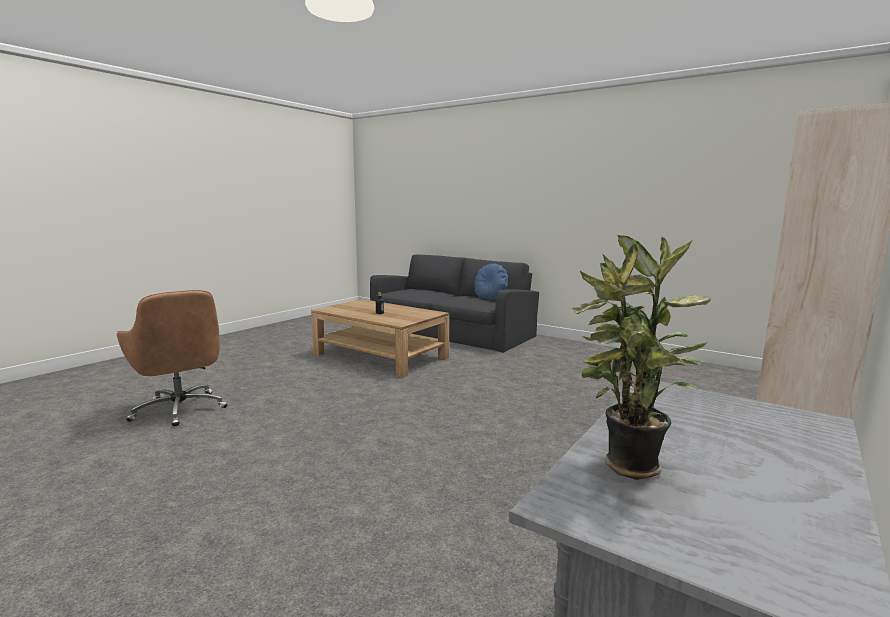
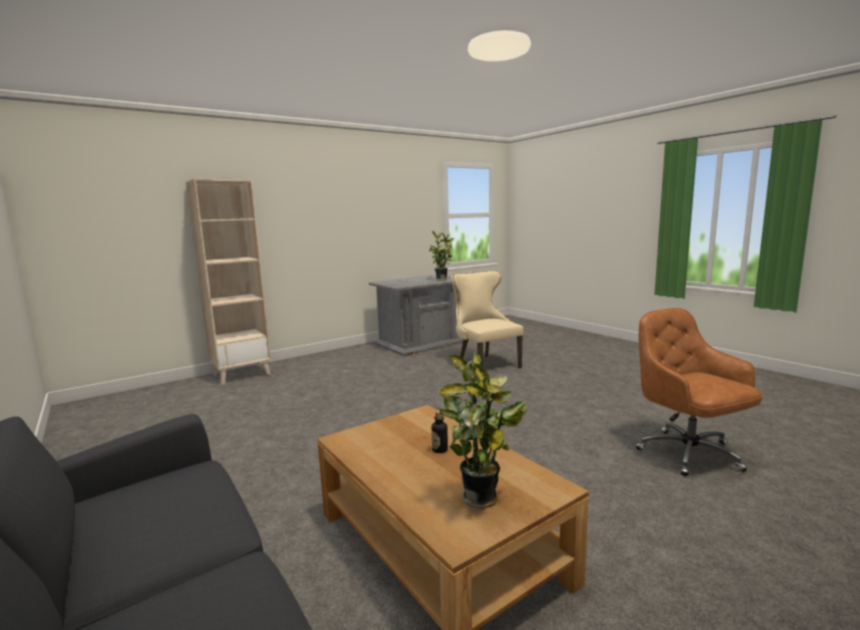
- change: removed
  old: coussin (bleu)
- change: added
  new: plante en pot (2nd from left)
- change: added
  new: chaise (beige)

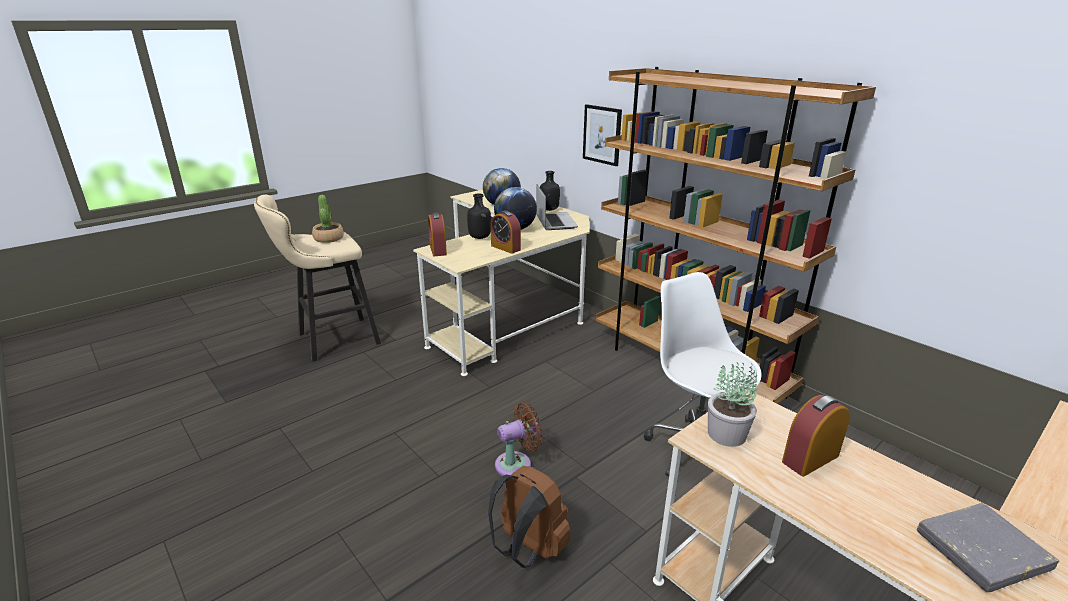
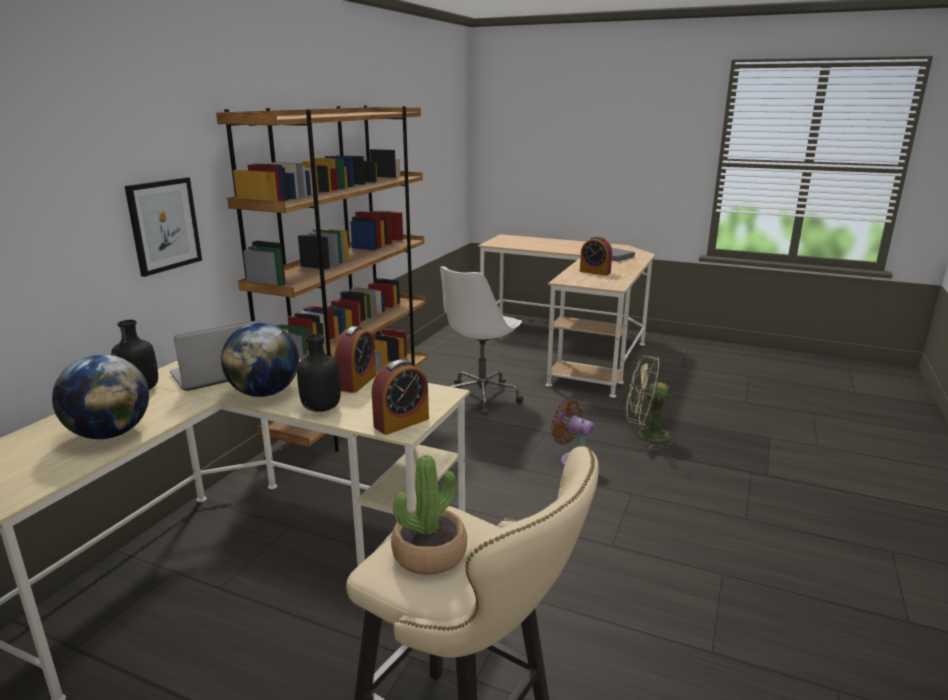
- change: removed
  old: plante en pot (2nd from left)
- change: replaced
  old: sac à dos (marron)
  new: ventilateur (vert)

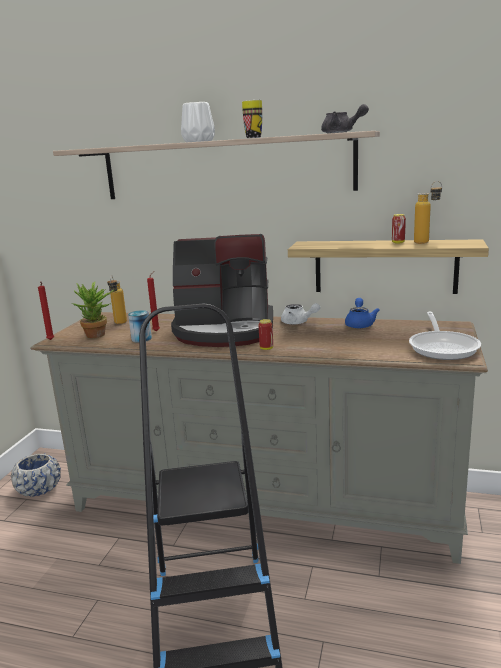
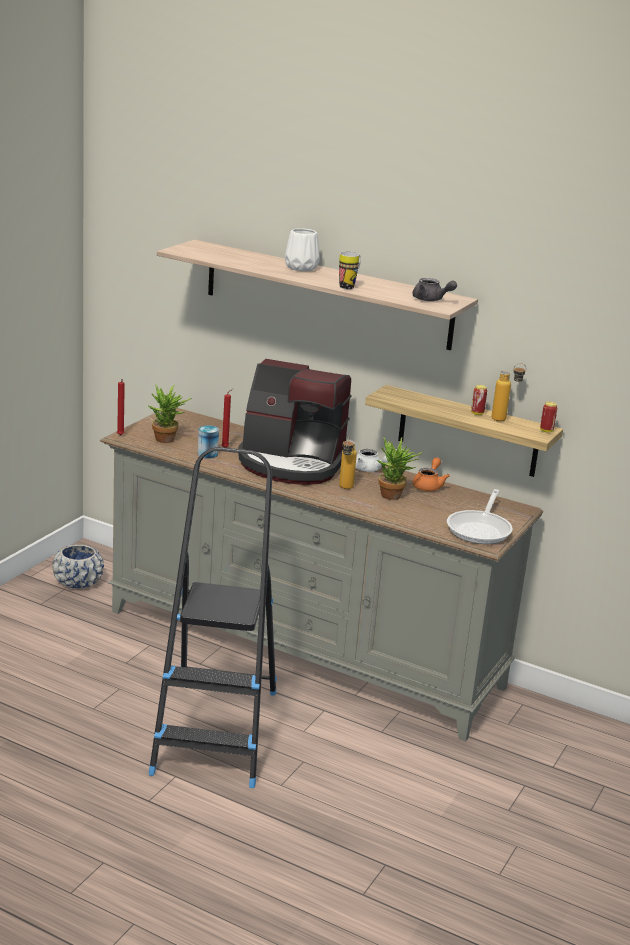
- change: added
  new: plante en pot (2nd from left)
- change: moved
  old: bouteille (1st from left)
- change: moved
  old: boîte métallique (2nd from left in the first image)
  new: boîte métallique (3rd from left)
- change: recoloured
  old: théière (bleu)
  new: théière (orange)

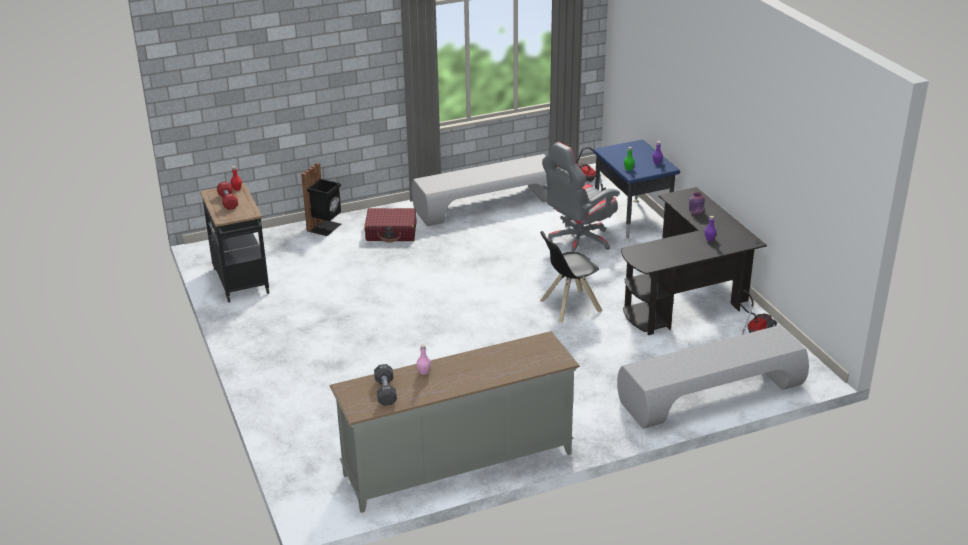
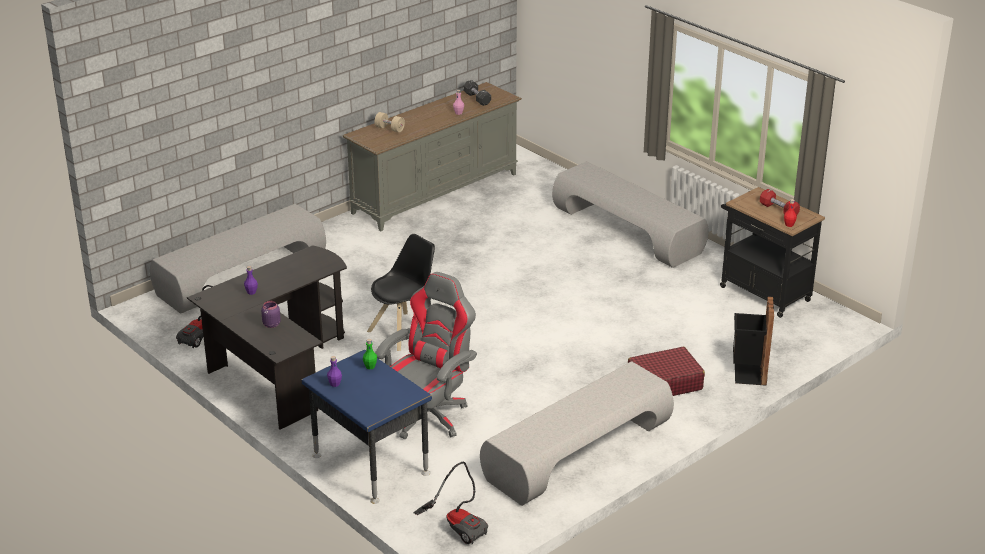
- change: added
  new: haltère (beige)
- change: added
  new: banc (gris) (3rd from left)

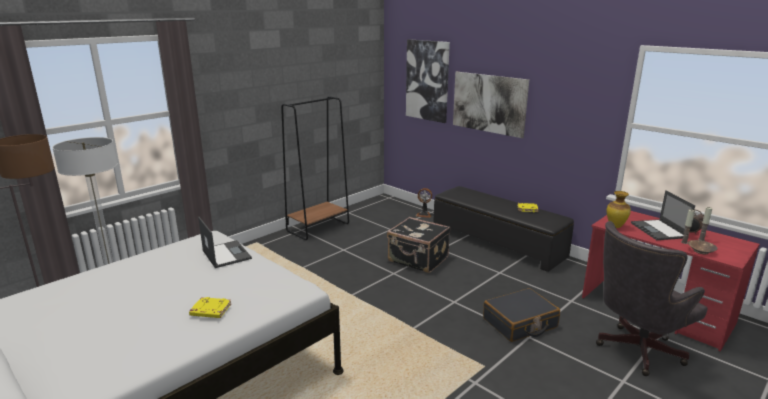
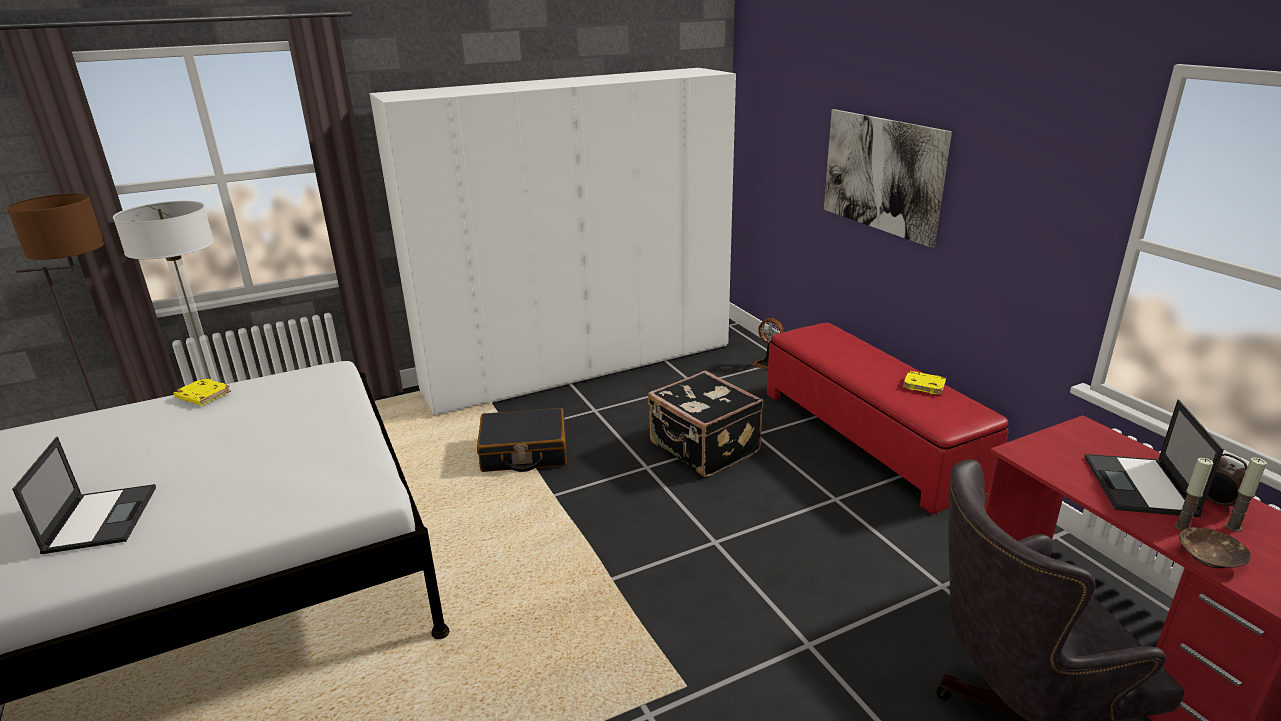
- change: removed
  old: tableau (1st from left)
- change: removed
  old: vase
- change: moved
  old: livre (jaune) (1st from left)
- change: moved
  old: ordinateur portable (1st from left)
- change: moved
  old: valise (noir) (2nd from left in the first image)
  new: valise (noir) (1st from left)
- change: replaced
  old: portant
  new: armoire (blanc)
- change: recoloured
  old: banc (noir)
  new: banc (rouge)

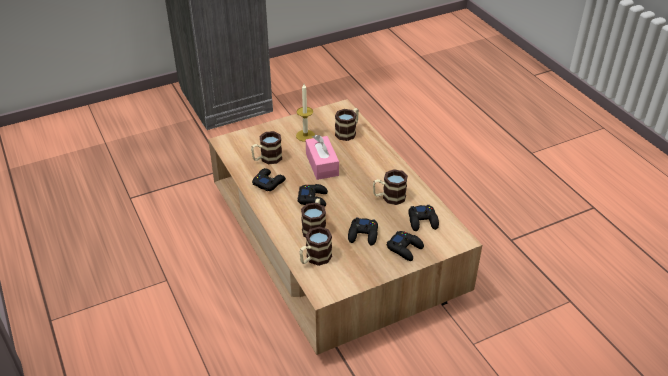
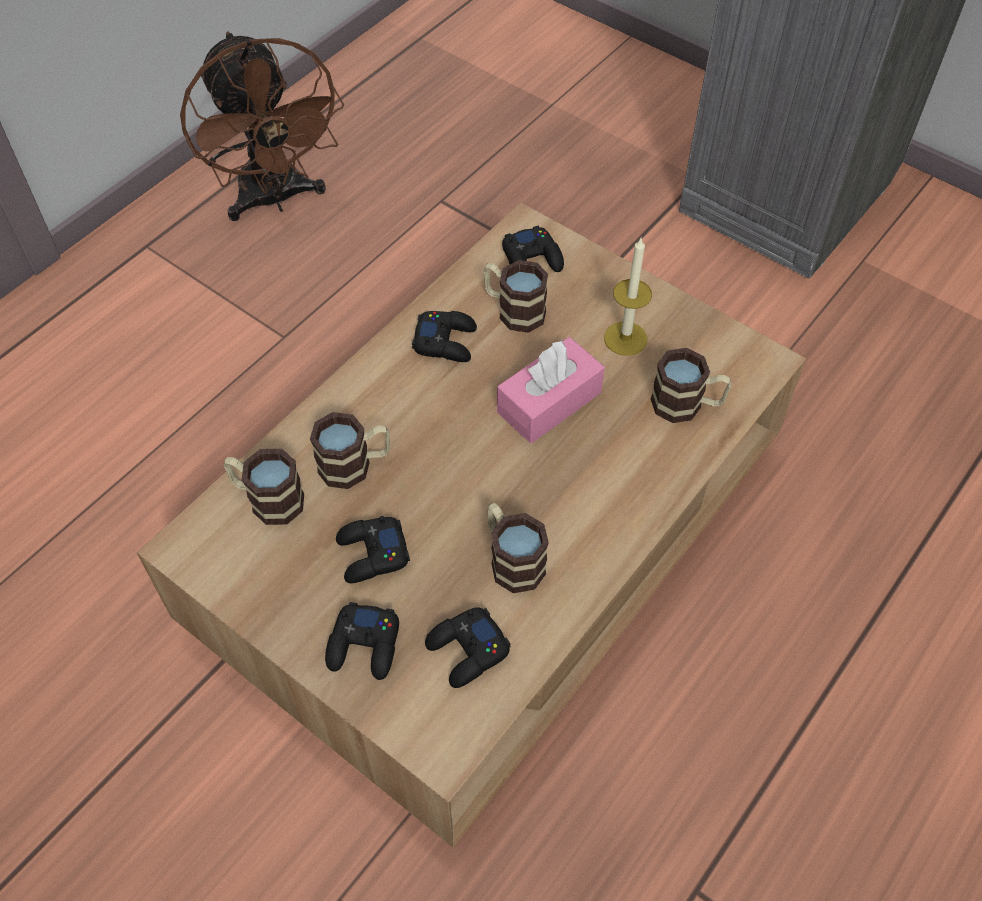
- change: added
  new: ventilateur (marron)
- change: moved
  old: manette (noir) (2nd from left in the first image)
  new: manette (noir) (5th from left)

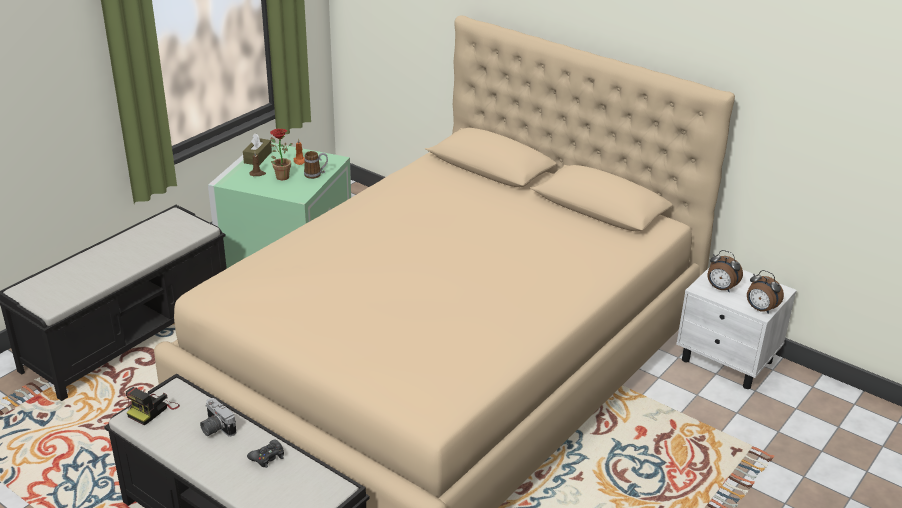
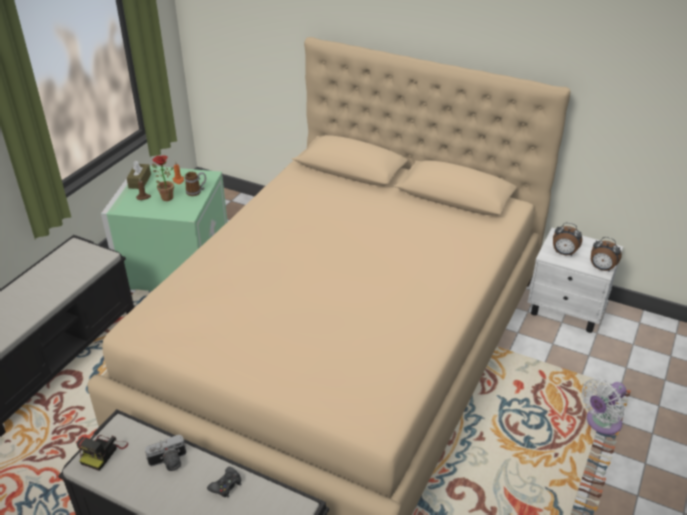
- change: added
  new: ventilateur (blanc)
- change: turned
  old: appareil photo (2nd from left)
  degrees: -60

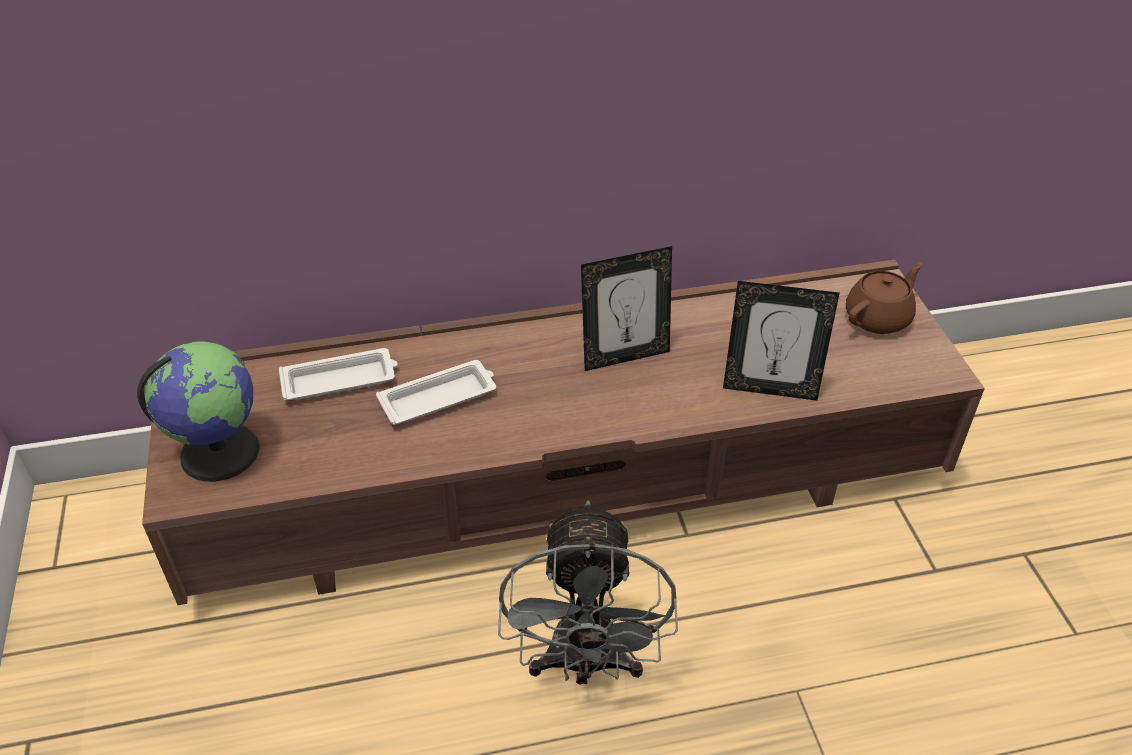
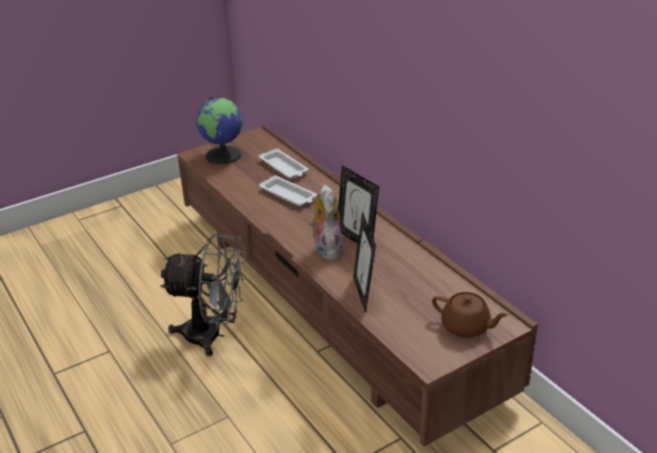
- change: added
  new: peluche
- change: turned
  old: ventilateur (gris)
  degrees: -150

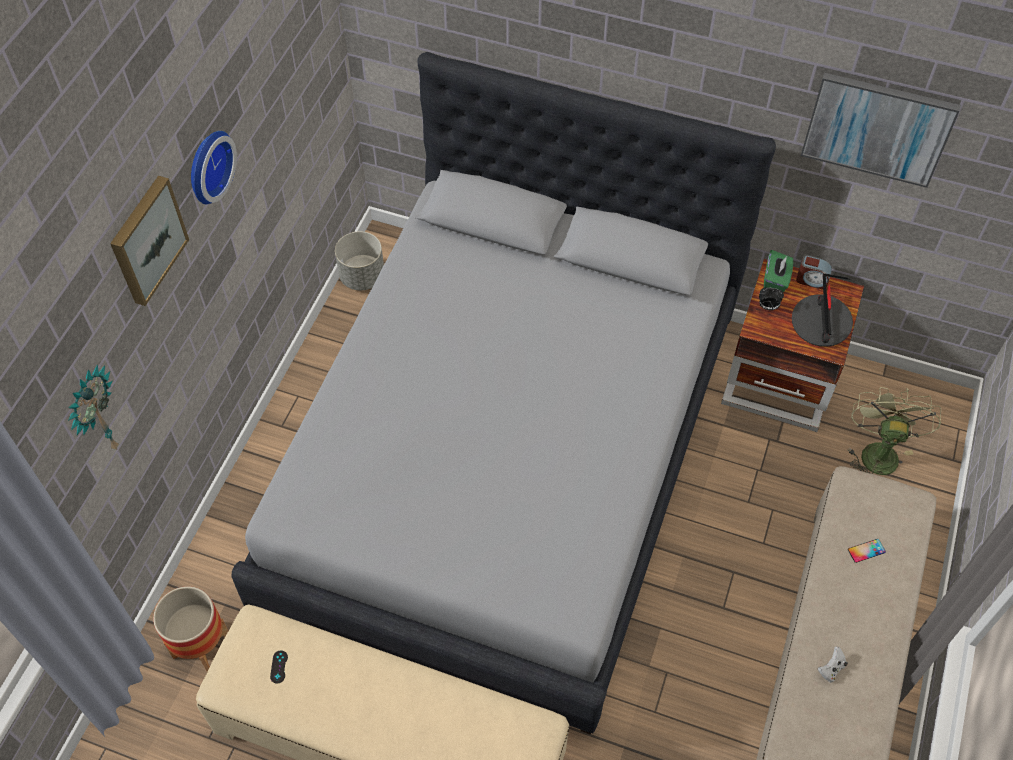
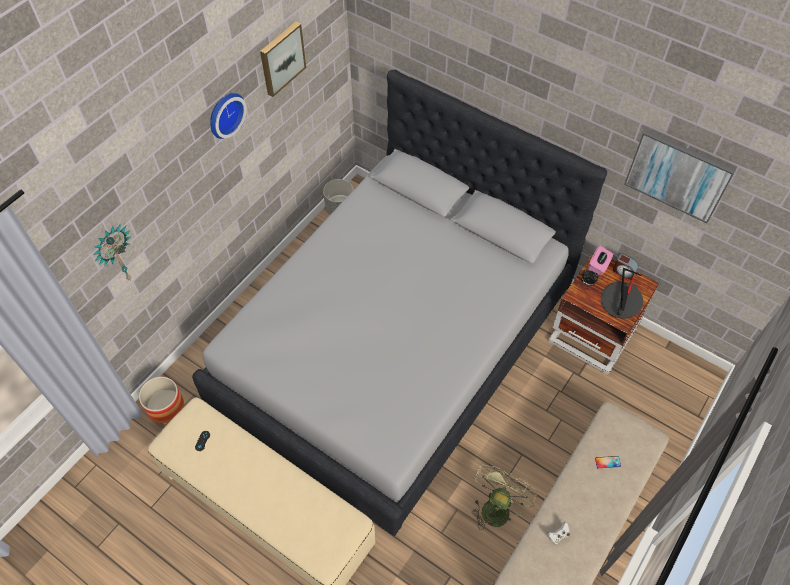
- change: moved
  old: tableau (1st from left)
- change: moved
  old: ventilateur (vert)
- change: recoloured
  old: boîte à mouchoirs (vert)
  new: boîte à mouchoirs (rose)

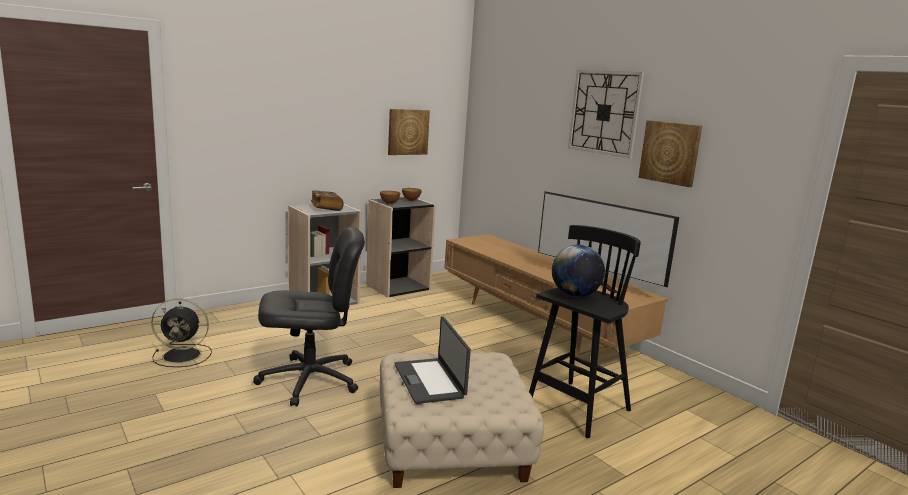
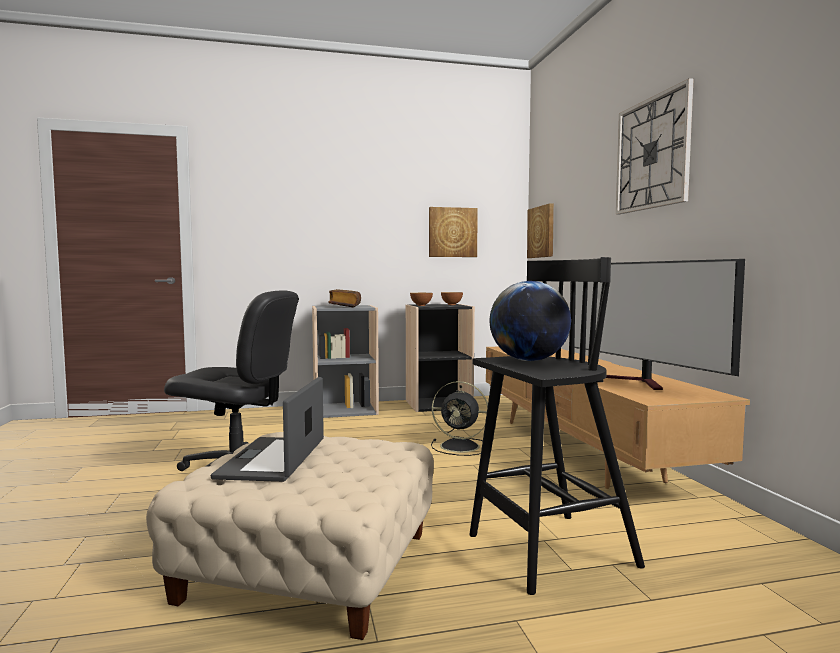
- change: moved
  old: ventilateur (noir)
- change: moved
  old: tableau (2nd from left)

